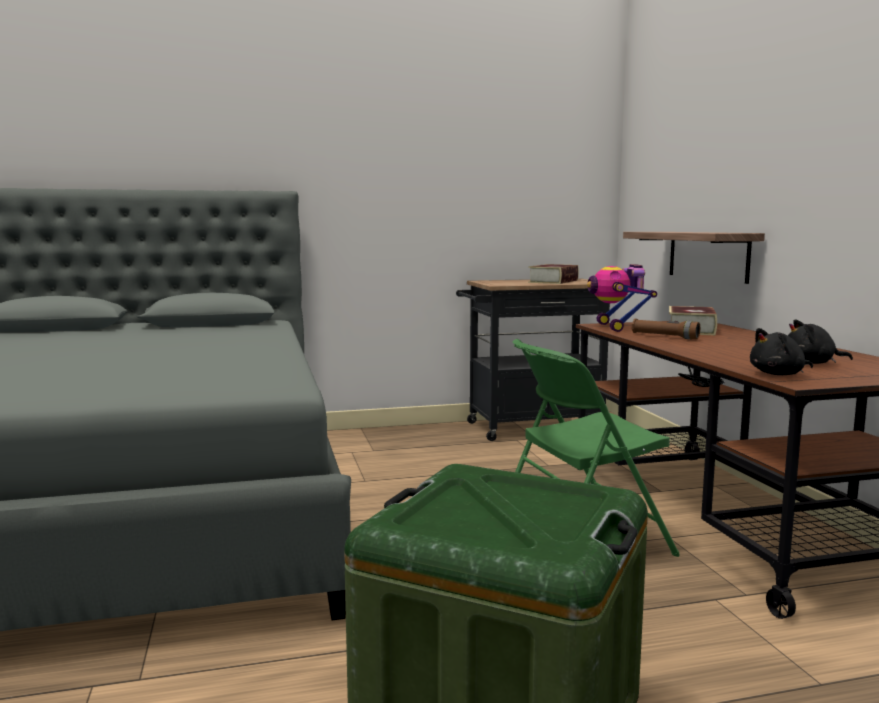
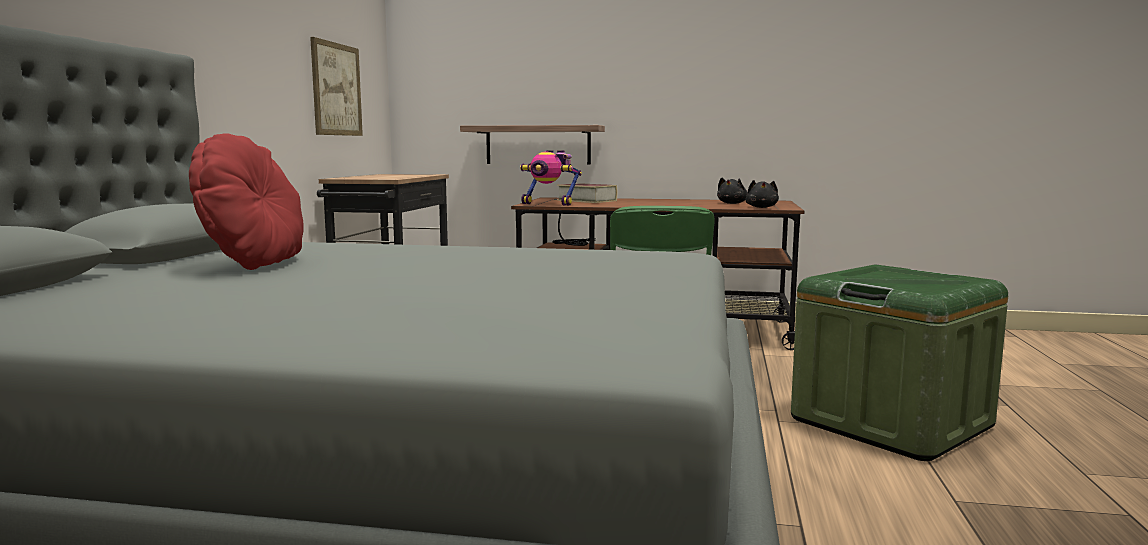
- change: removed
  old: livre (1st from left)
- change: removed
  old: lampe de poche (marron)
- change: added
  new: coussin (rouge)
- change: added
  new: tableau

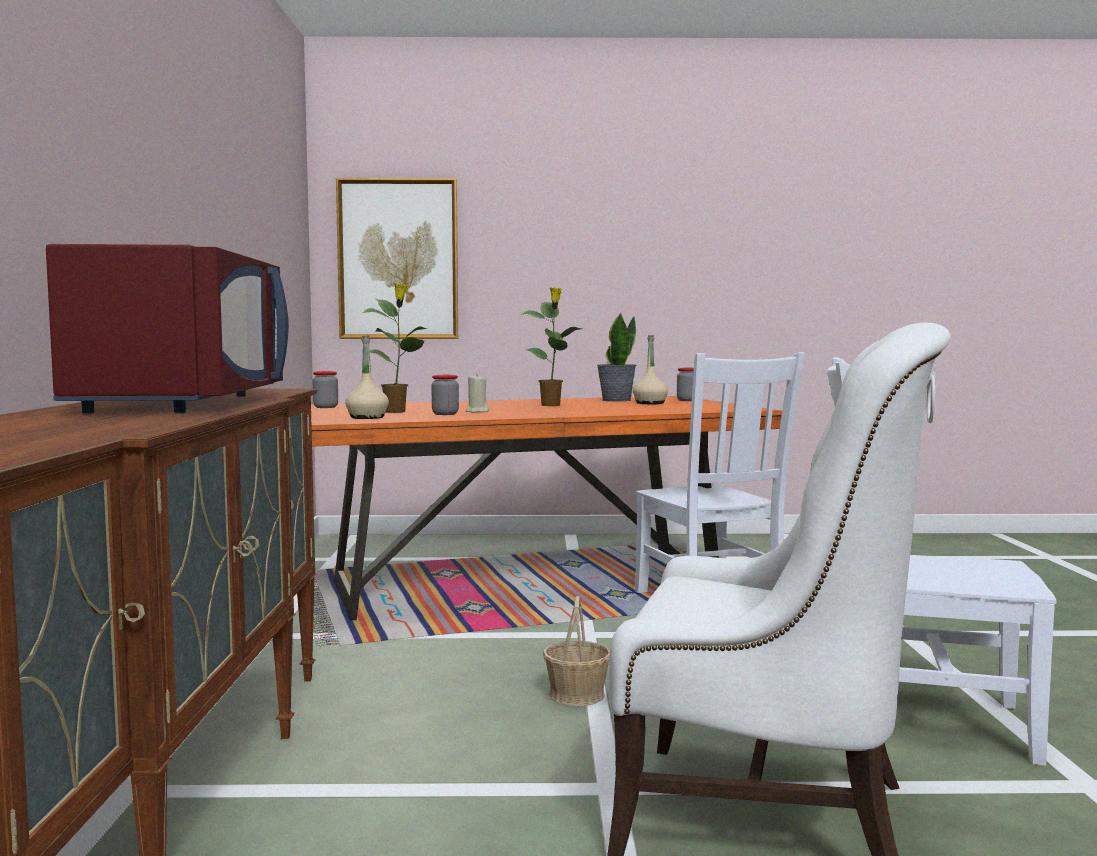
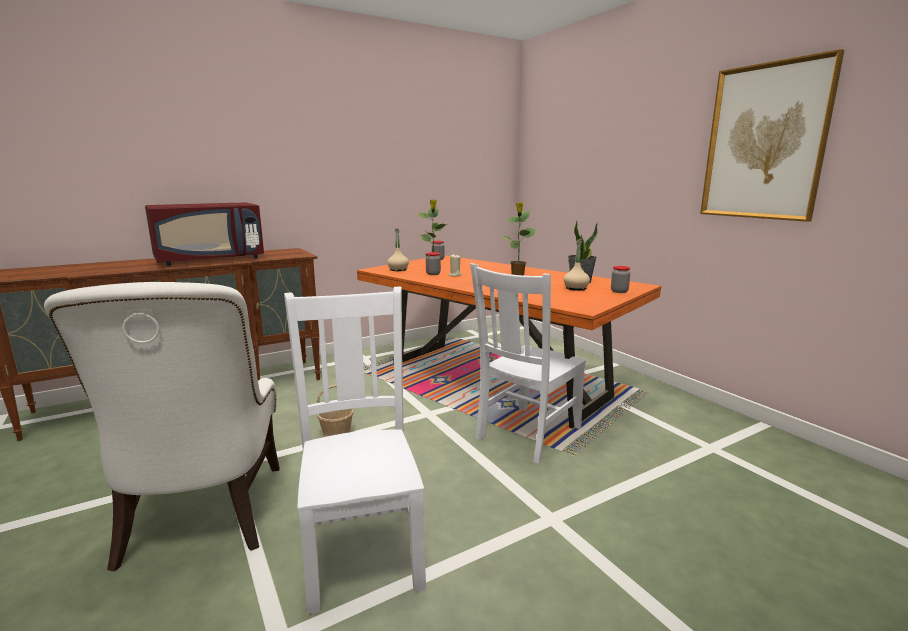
- change: moved
  old: tableau

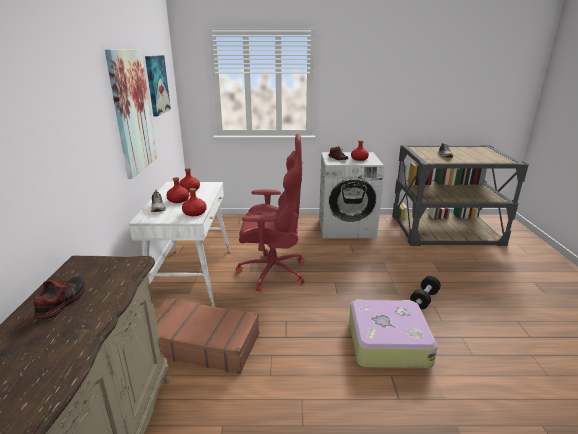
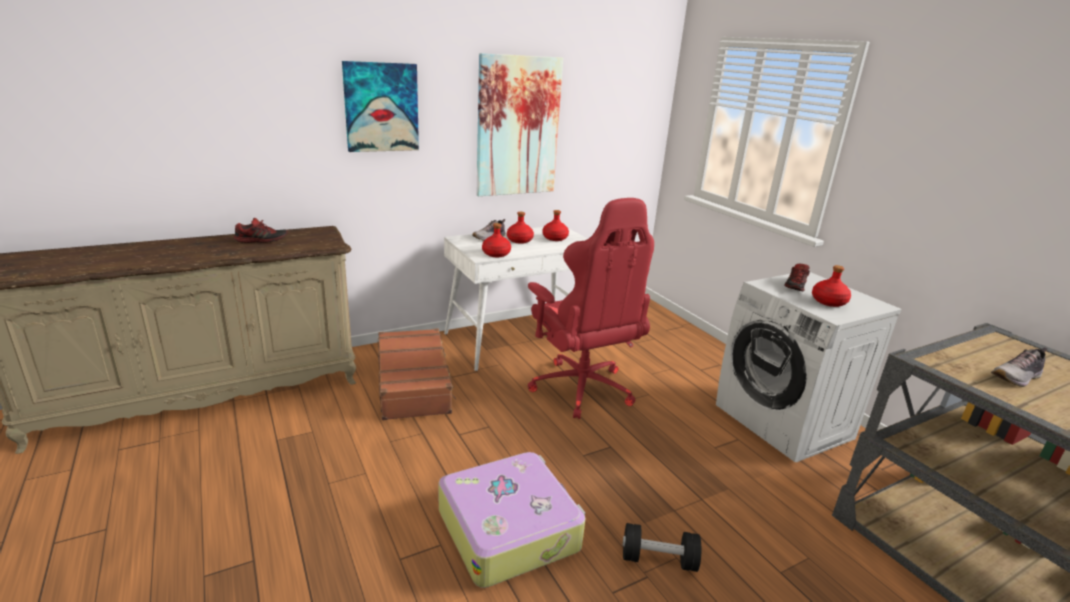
- change: moved
  old: tableau (2nd from left in the first image)
  new: tableau (1st from left)

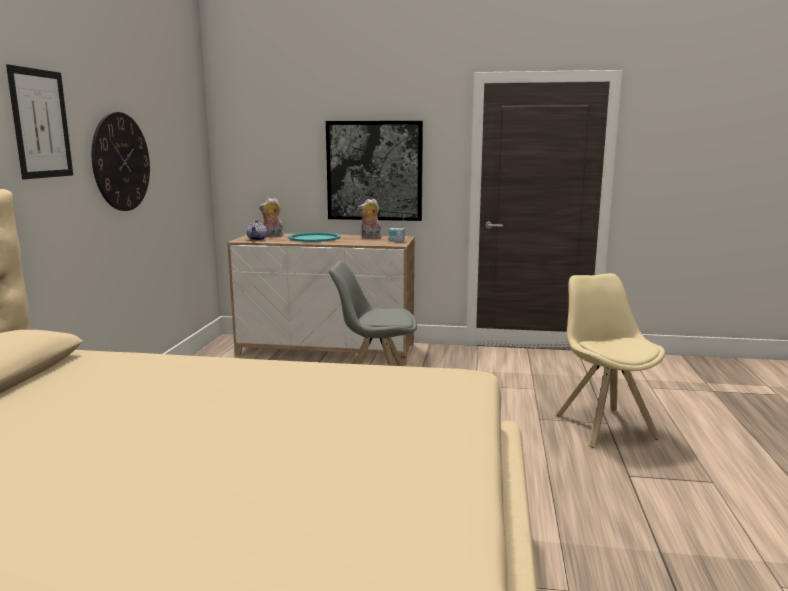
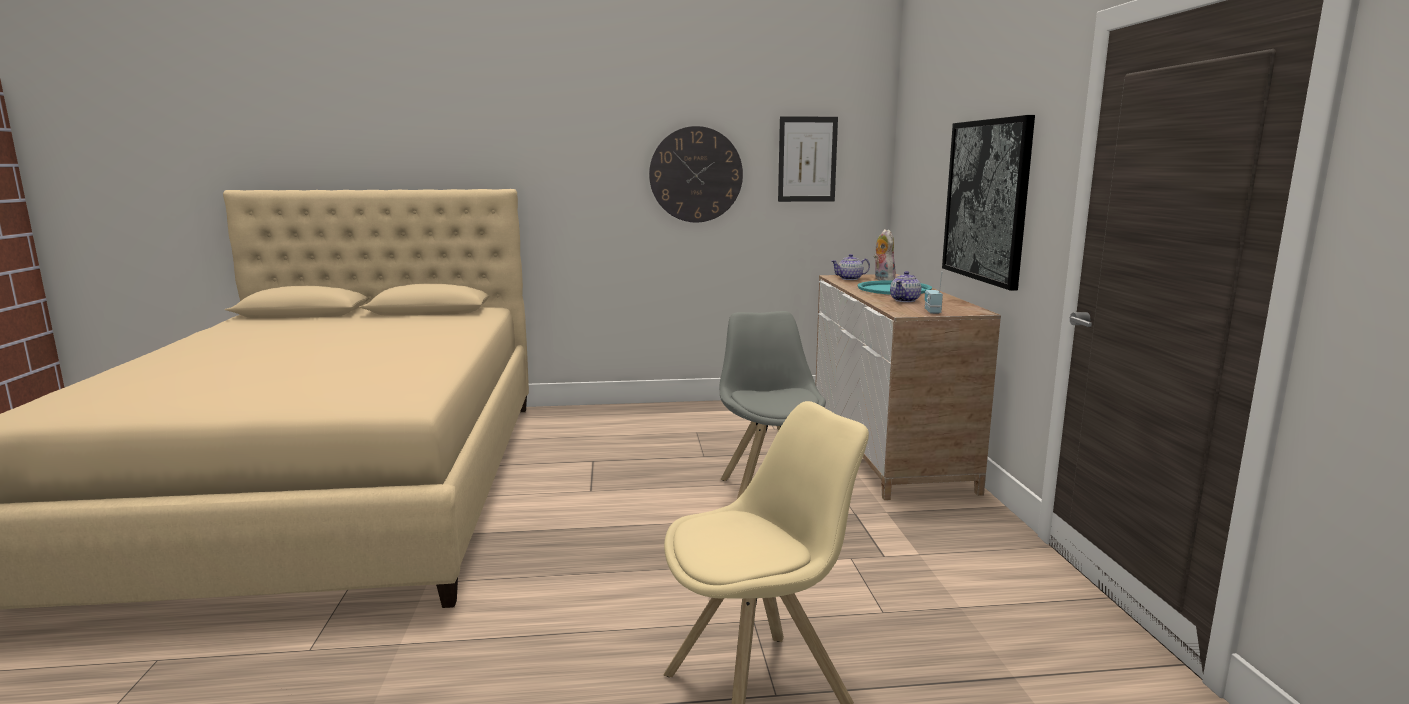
- change: removed
  old: peluche (2nd from left)
- change: added
  new: théière (2nd from left)
- change: moved
  old: tableau (1st from left)

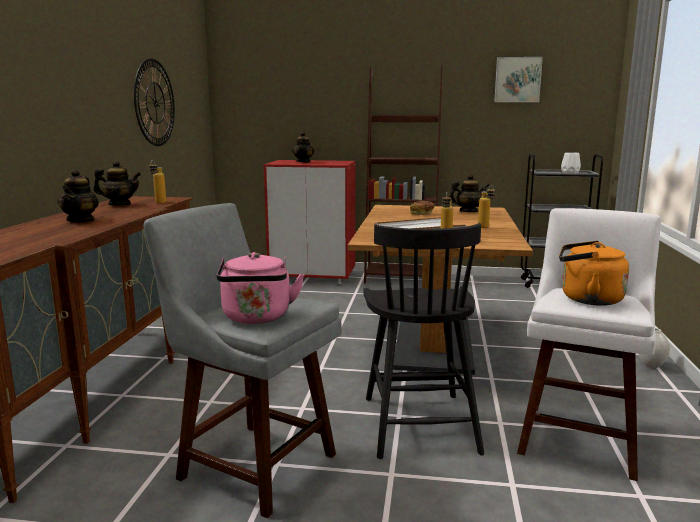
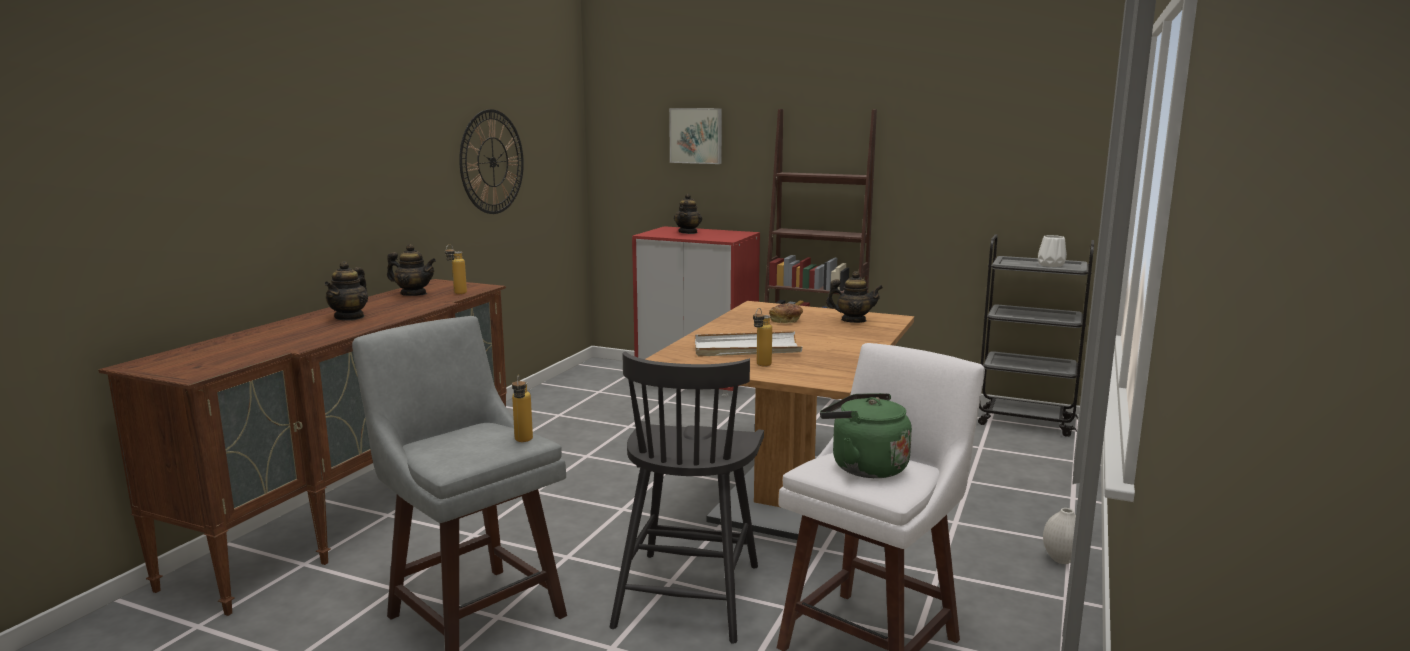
- change: removed
  old: bouilloire (rose)
- change: moved
  old: bouteille (3rd from left in the first image)
  new: bouteille (2nd from left)
- change: moved
  old: tableau
- change: recoloured
  old: bouilloire (orange)
  new: bouilloire (vert)

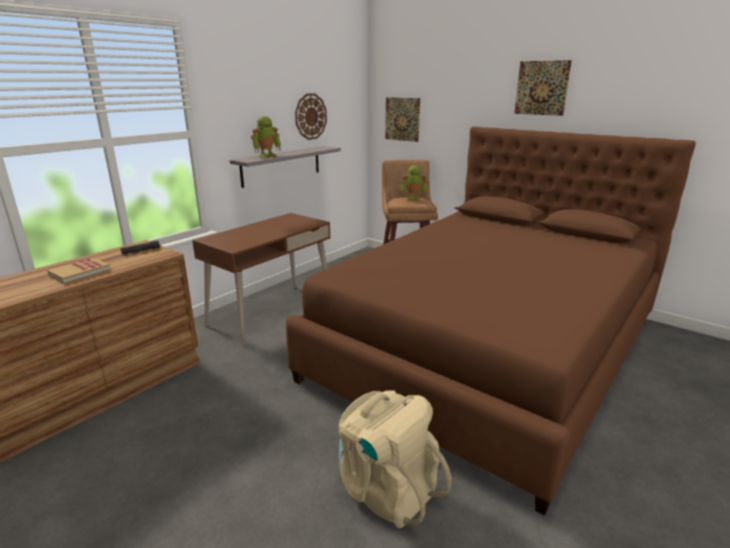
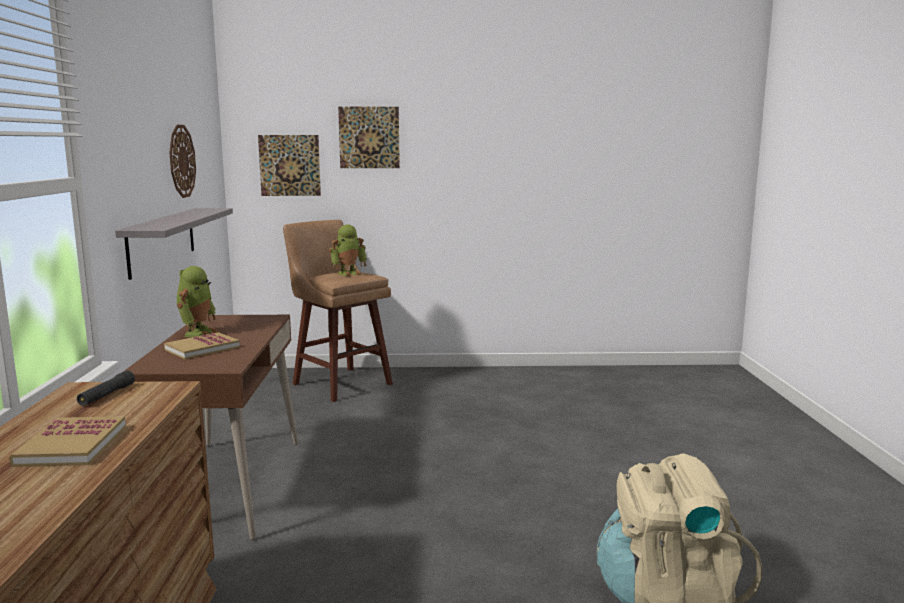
- change: removed
  old: lit (marron)
- change: added
  new: livre (2nd from left)
- change: moved
  old: robot jouet (1st from left)
- change: moved
  old: tableau (2nd from left)

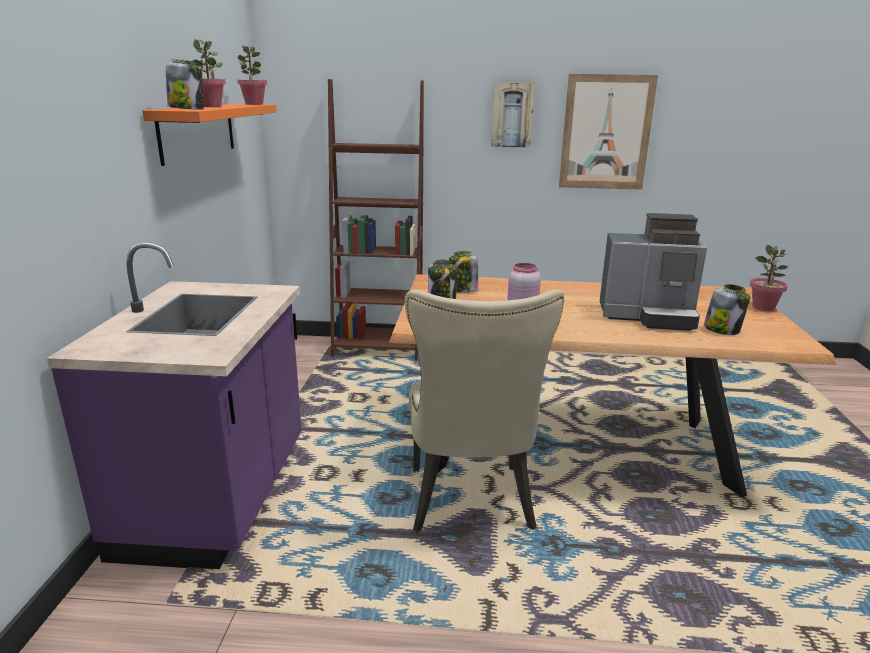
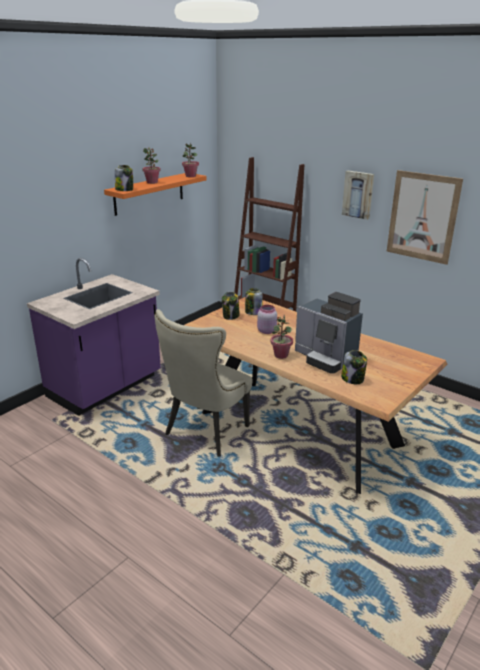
- change: moved
  old: plante en pot (3rd from left)

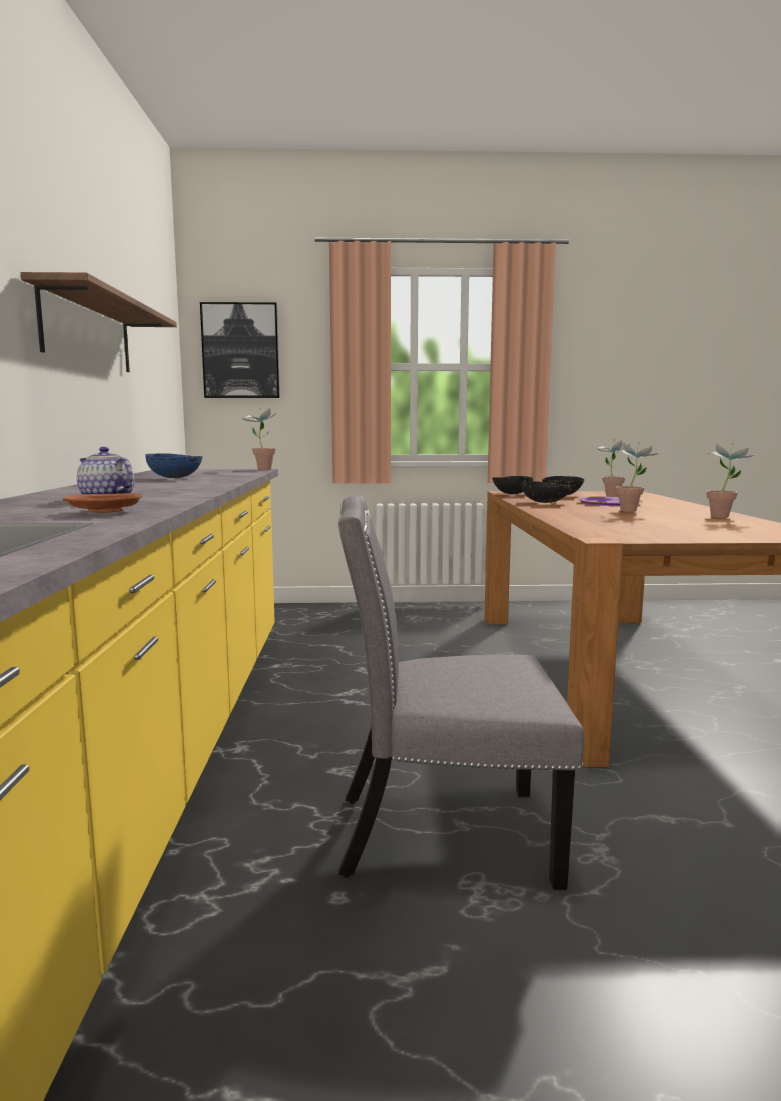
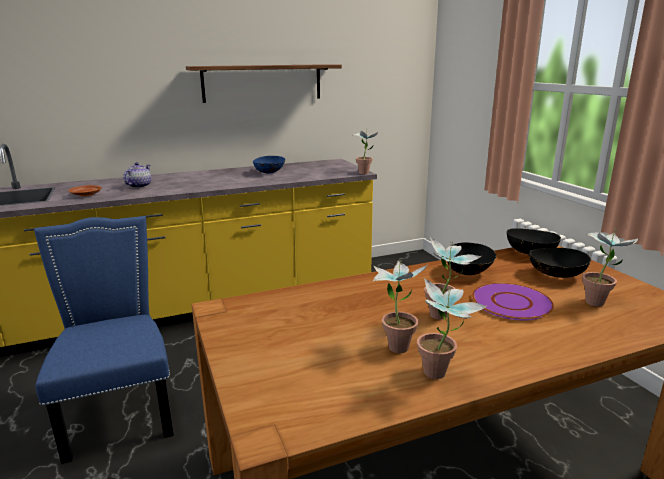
- change: removed
  old: tableau
- change: added
  new: plante en pot (2nd from left)
- change: recoloured
  old: chaise (gris)
  new: chaise (bleu)

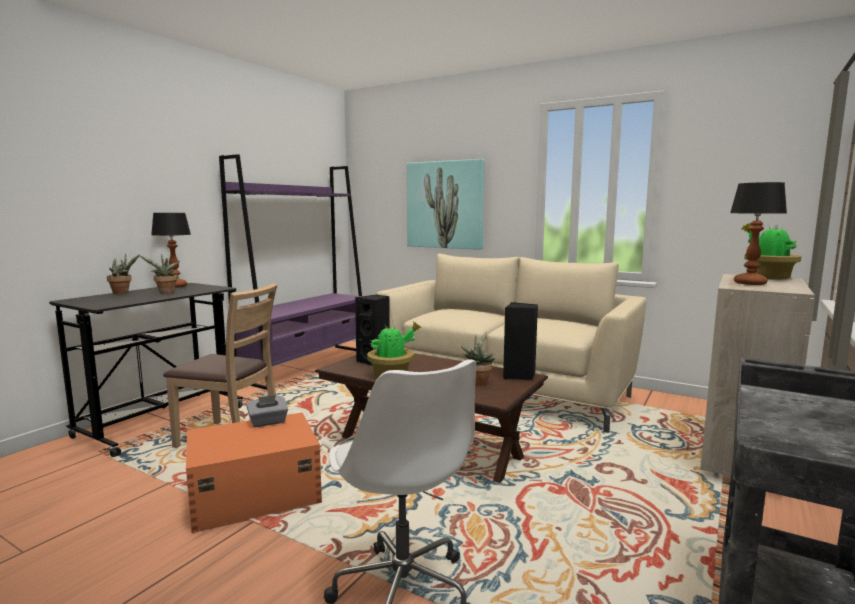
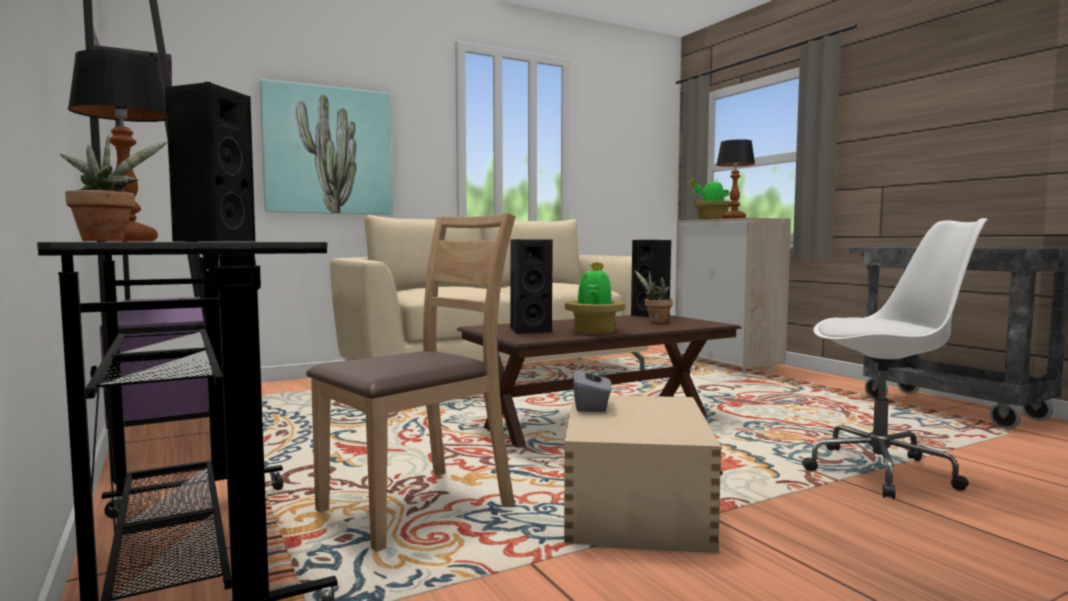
- change: replaced
  old: plante en pot (2nd from left)
  new: enceinte (noir) (1st from left)
- change: recoloured
  old: boîte de rangement (orange)
  new: boîte de rangement (beige)

